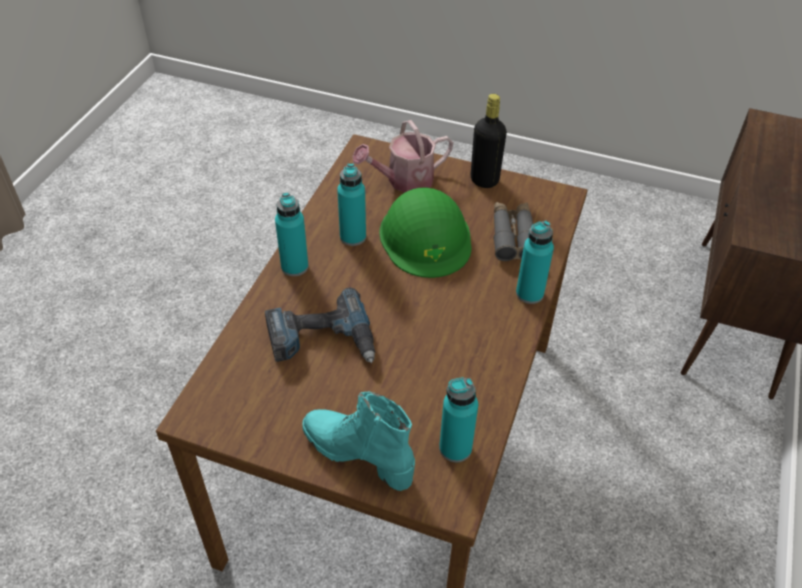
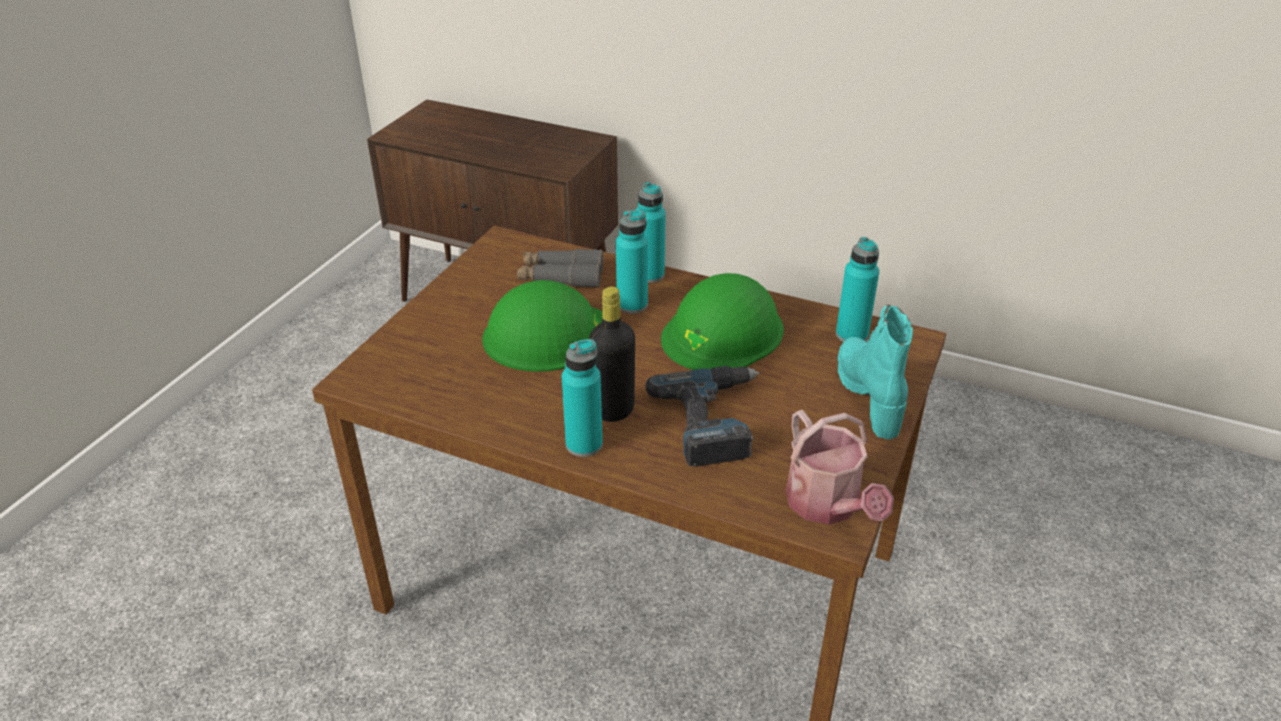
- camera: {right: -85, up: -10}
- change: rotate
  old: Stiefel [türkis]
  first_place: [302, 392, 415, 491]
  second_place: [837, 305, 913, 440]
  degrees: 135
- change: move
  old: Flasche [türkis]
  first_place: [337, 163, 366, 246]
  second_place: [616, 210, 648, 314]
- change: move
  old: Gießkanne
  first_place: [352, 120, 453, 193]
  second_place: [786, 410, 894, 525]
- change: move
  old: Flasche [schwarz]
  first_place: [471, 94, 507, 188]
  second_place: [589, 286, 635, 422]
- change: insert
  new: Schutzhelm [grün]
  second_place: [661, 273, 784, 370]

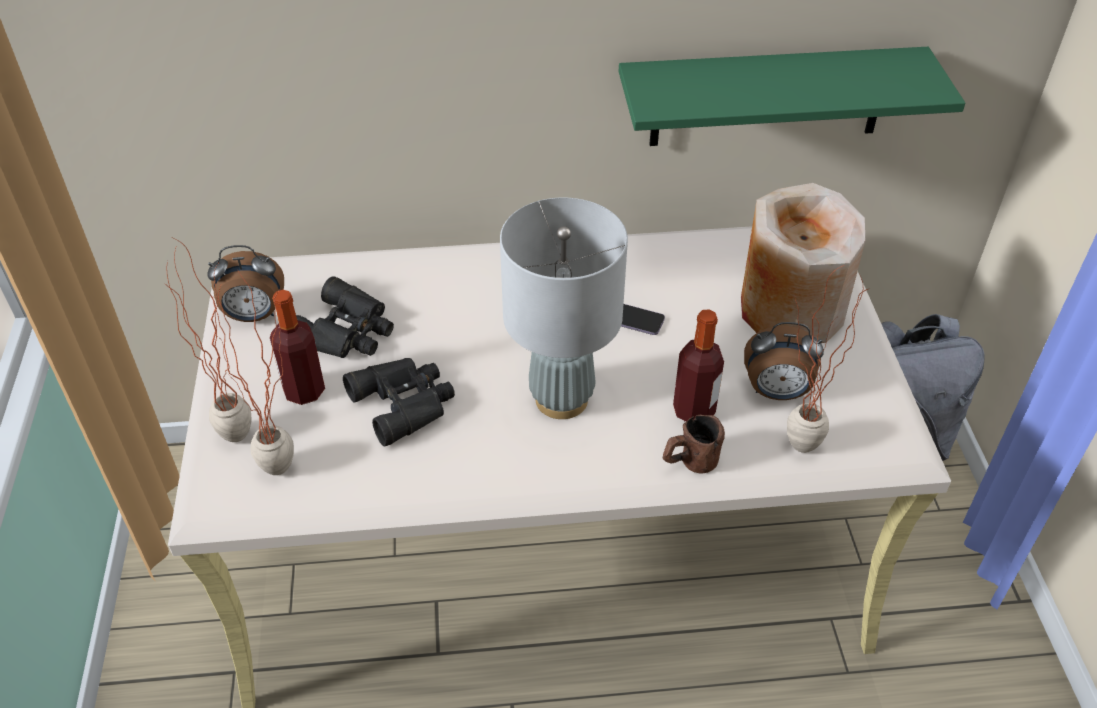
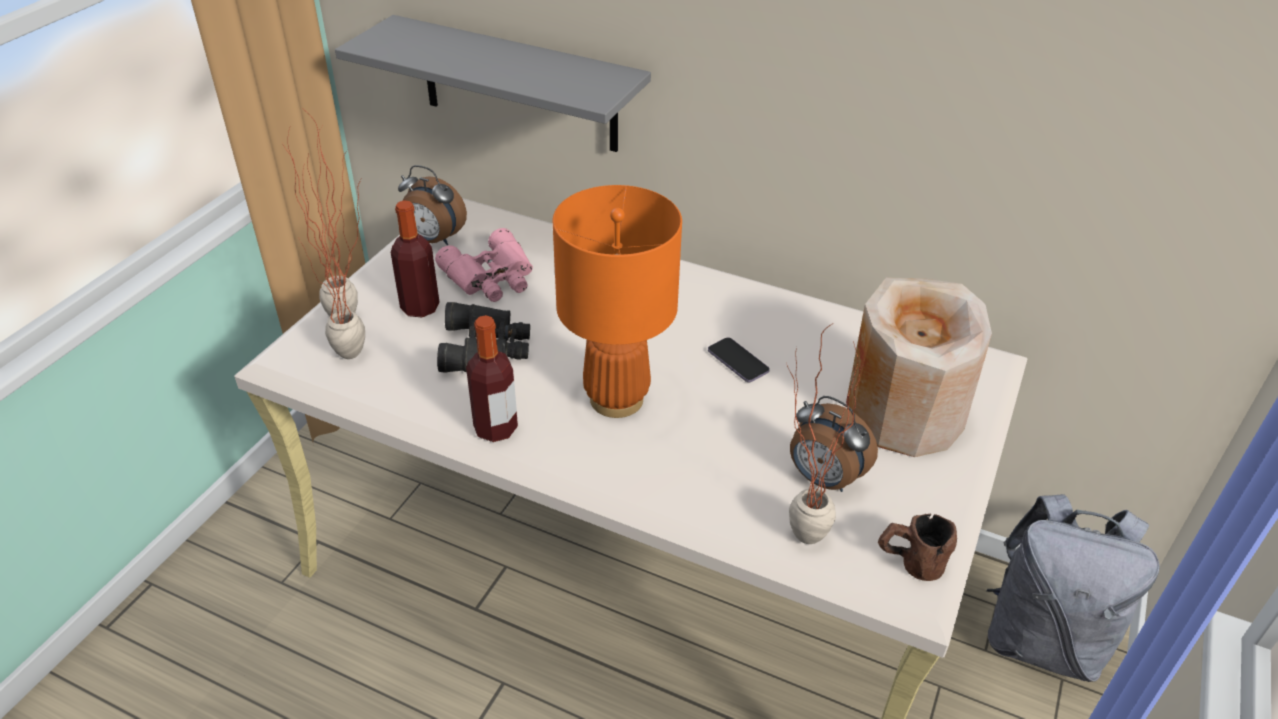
- camera: {right: 30, up: -5}
- change: recolor
  old: Fernglas [schwarz]
  new: Fernglas [rosa]
  first_place: [296, 276, 394, 358]
  second_place: [435, 228, 533, 302]
- change: recolor
  old: Tischlampe [grau]
  new: Tischlampe [orange]
  first_place: [500, 197, 628, 419]
  second_place: [553, 185, 682, 418]
- change: delete
  old: Wandregal [grün]
  first_place: [619, 47, 965, 146]
- change: move
  old: Henkelbecher [braun]
  first_place: [663, 415, 725, 474]
  second_place: [878, 514, 957, 581]
- change: move
  old: Flasche
  first_place: [673, 309, 724, 422]
  second_place: [466, 315, 518, 442]
- change: insert
  new: Wandregal [grau]
  second_place: [335, 15, 651, 152]

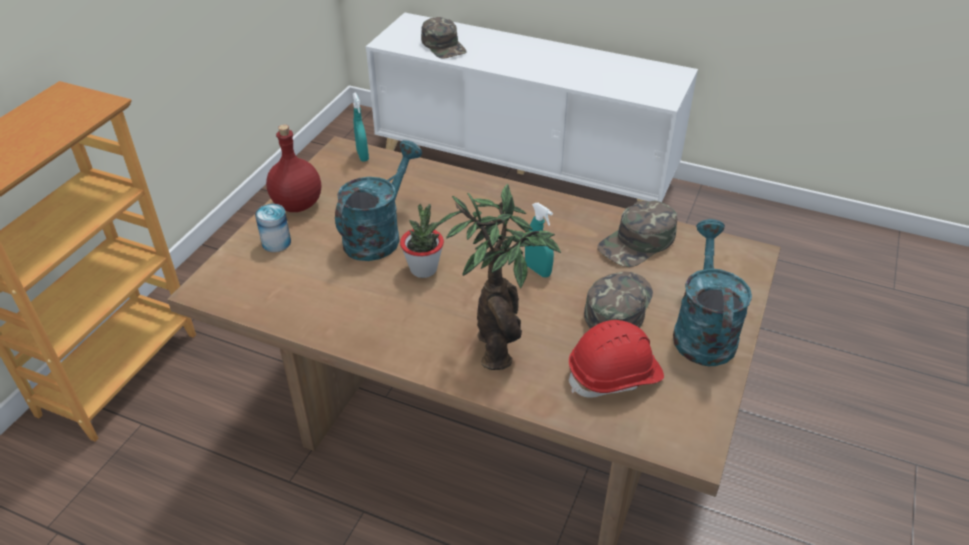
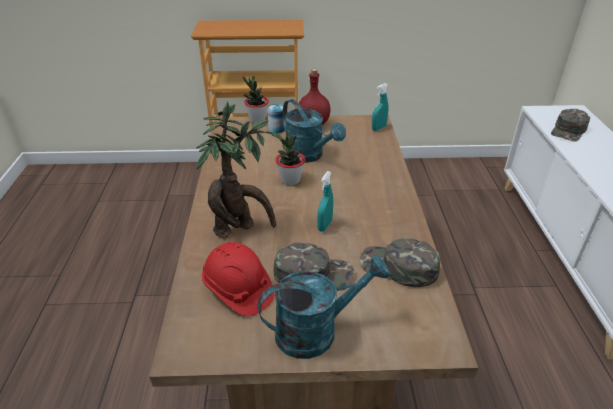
- camera: {right: 65, up: -5}
- change: rotate
  old: Gießkanne [türkis]
  first_place: [335, 140, 422, 261]
  second_place: [283, 99, 346, 163]
  degrees: 45
- change: insert
  new: Topfpflanze
  second_place: [243, 76, 269, 123]

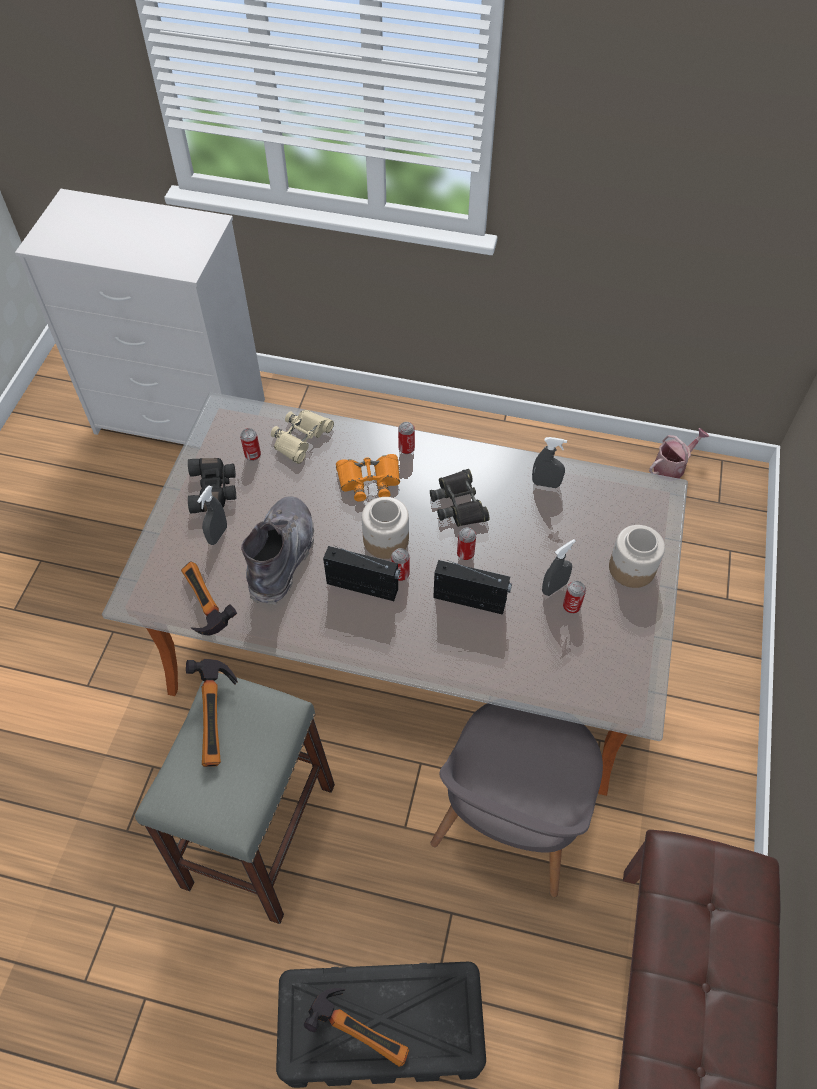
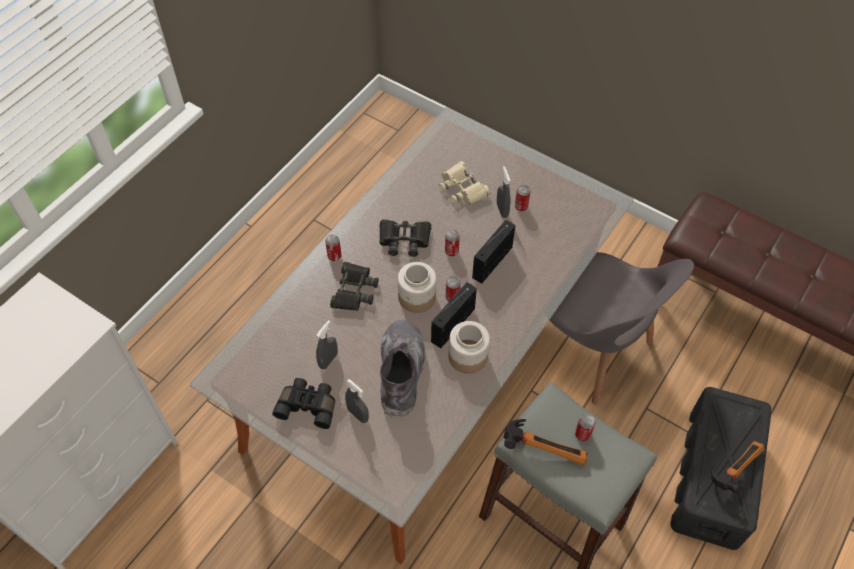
- camera: {right: -70, up: 0}
- change: delete
  old: Hammer
  first_place: [181, 561, 237, 636]
- change: move
  old: Dose
  first_place: [240, 428, 261, 461]
  second_place: [575, 414, 596, 441]
- change: rotate
  old: Stiefel [grau]
  first_place: [241, 496, 314, 605]
  second_place: [380, 320, 426, 417]
  degrees: 60
- change: move
  old: Fernglas [beige]
  first_place: [271, 410, 334, 464]
  second_place: [438, 161, 491, 205]
- change: recolor
  old: Fernglas [orange]
  new: Fernglas [schwarz]
  first_place: [336, 454, 400, 502]
  second_place: [330, 262, 379, 311]
- change: move
  old: Sprühflasche [grau]
  first_place: [532, 437, 567, 488]
  second_place: [316, 320, 338, 369]
- change: move
  old: Vorratsglas
  first_place: [609, 525, 665, 588]
  second_place: [448, 321, 490, 374]
- change: delete
  old: Gießkanne
  first_place: [649, 428, 709, 479]

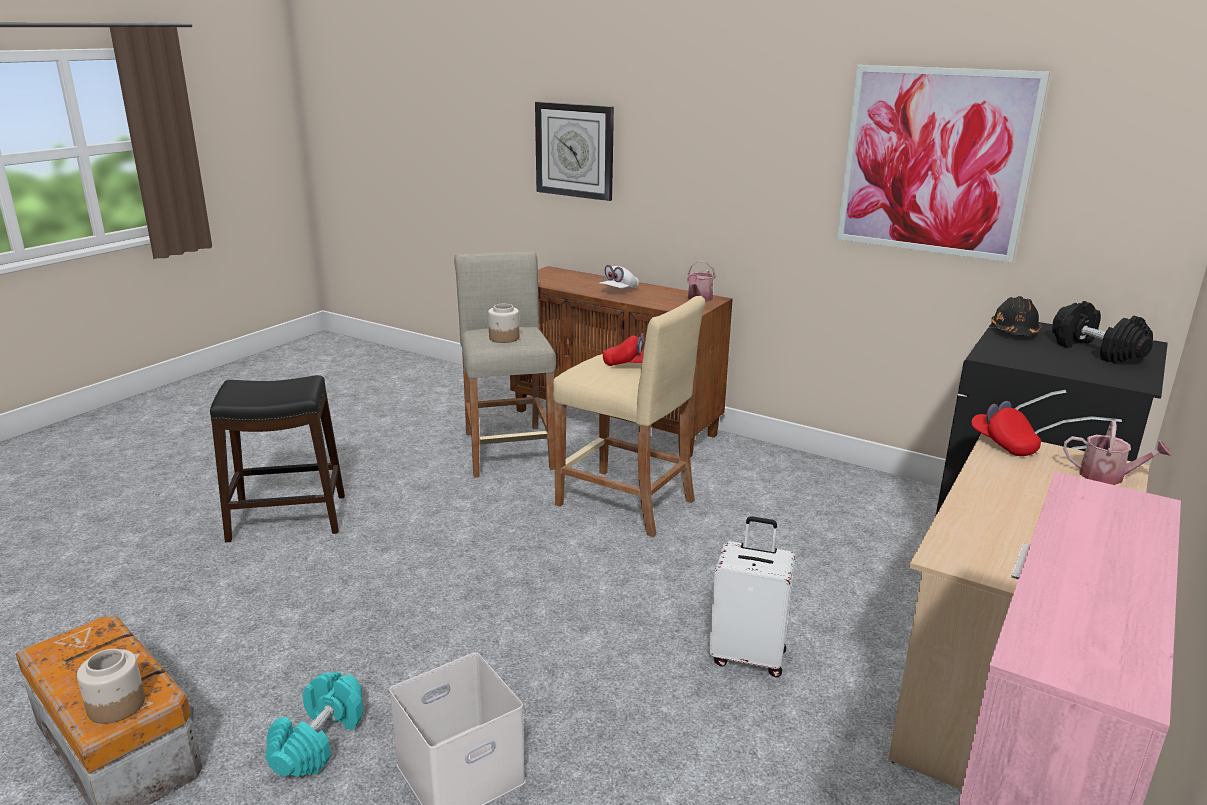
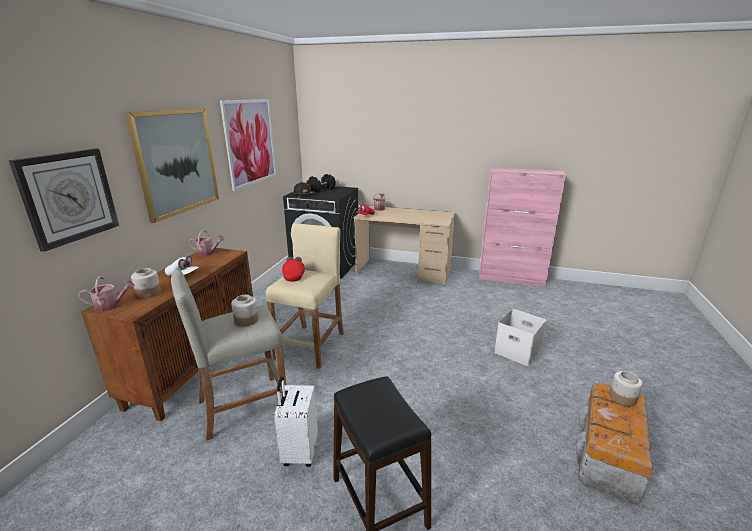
- camera: {right: -105, up: 0}
- change: delete
  old: Hantel [türkis]
  first_place: [265, 671, 364, 777]
- change: move
  old: Koffer [weiß]
  first_place: [709, 516, 795, 678]
  second_place: [274, 376, 318, 467]
- change: insert
  new: Gießkanne
  second_place: [78, 276, 135, 312]
- change: insert
  new: Bild
  second_place: [125, 109, 219, 223]
- change: insert
  new: Vorratsglas
  second_place: [131, 268, 161, 298]

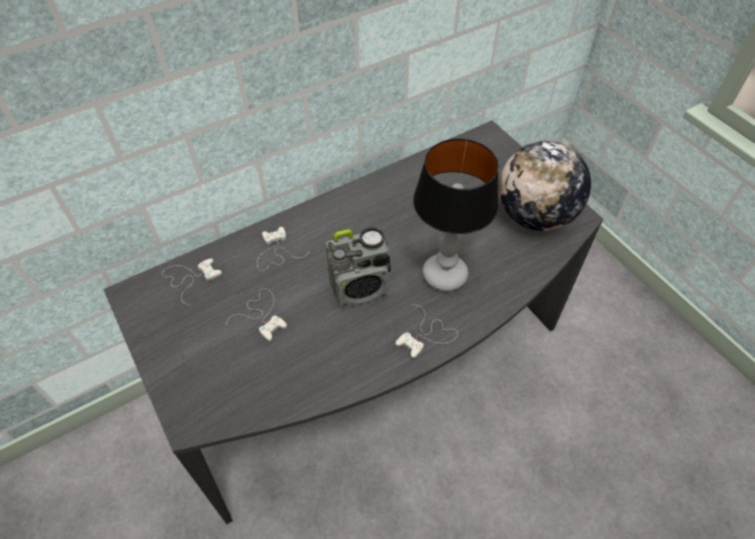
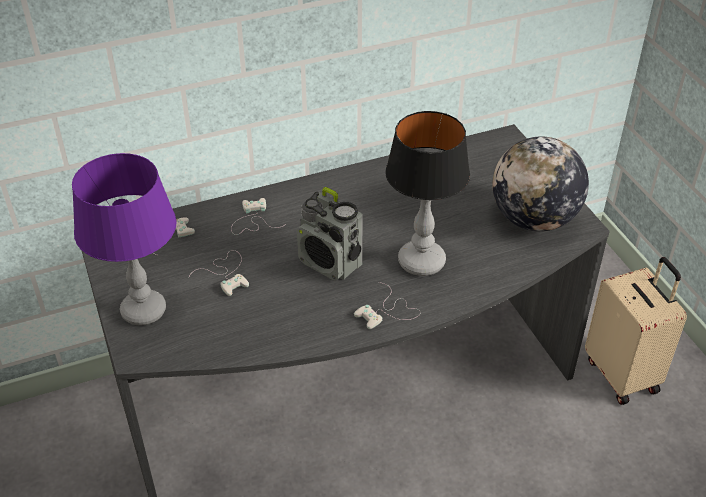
- camera: {right: 10, up: -10}
- change: rotate
  old: Radio
  first_place: [326, 227, 391, 307]
  second_place: [297, 187, 363, 281]
  degrees: 45
- change: insert
  new: Tischlampe [lila]
  second_place: [72, 153, 177, 325]
- change: insert
  new: Koffer [beige]
  second_place: [585, 257, 687, 405]

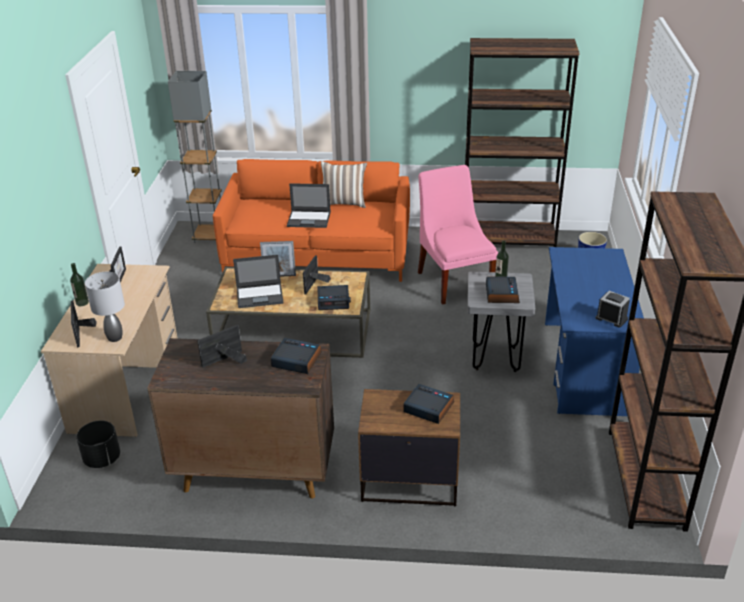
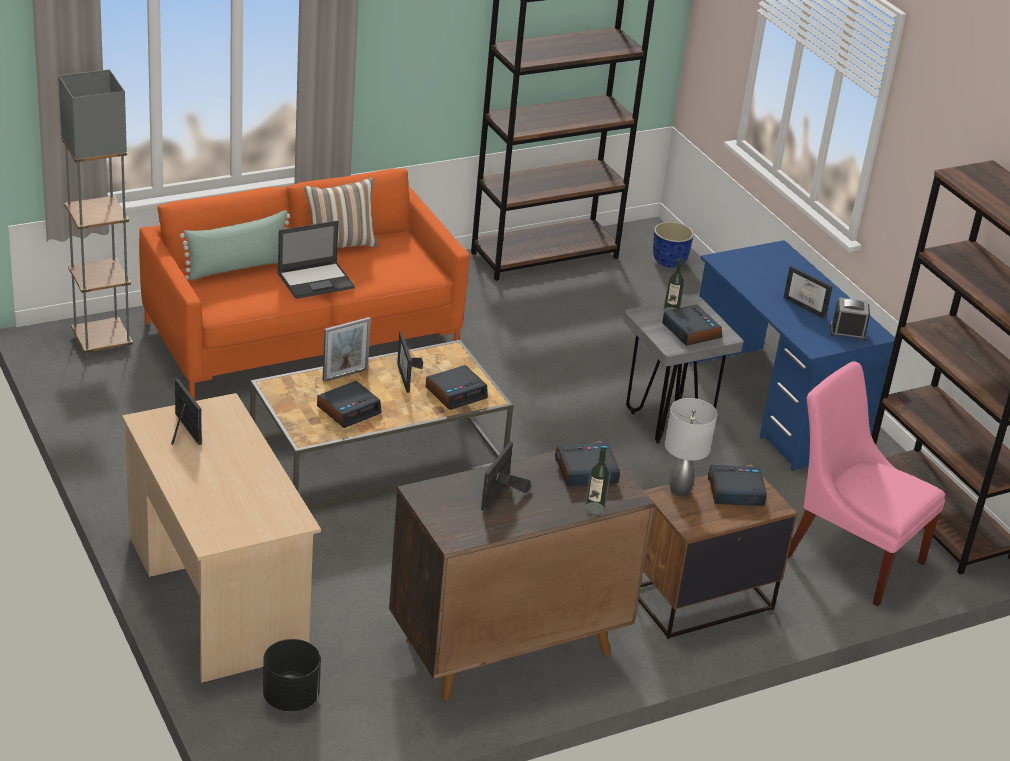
- camera: {right: -35, up: 0}
- change: move
  old: Flasche
  first_place: [70, 263, 89, 306]
  second_place: [585, 447, 610, 514]
- change: move
  old: Bilderrahmen
  first_place: [71, 300, 97, 347]
  second_place: [783, 266, 833, 319]
- change: move
  old: Tischlampe [grau]
  first_place: [85, 272, 125, 342]
  second_place: [665, 398, 717, 496]
- change: replace
  old: Laptop
  new: Wecker
  first_place: [233, 255, 284, 308]
  second_place: [317, 381, 381, 428]
- change: move
  old: Stuhl [rosa]
  first_place: [418, 165, 498, 305]
  second_place: [788, 362, 945, 607]
- change: insert
  new: Kissen [grün]
  second_place: [180, 210, 290, 280]

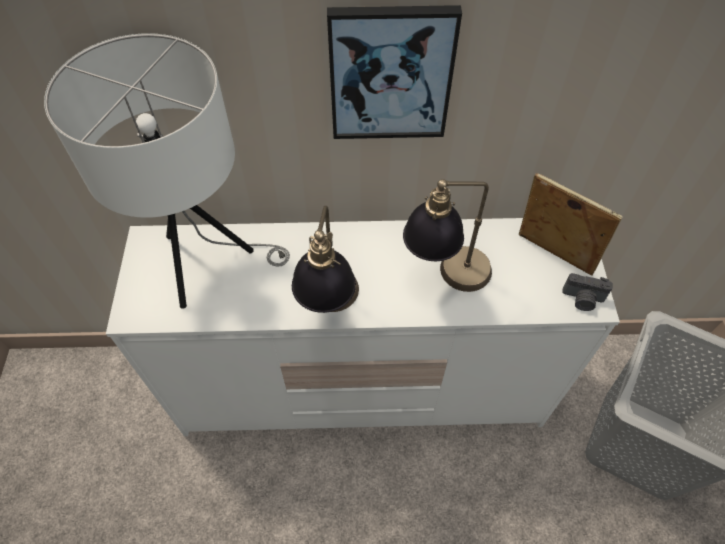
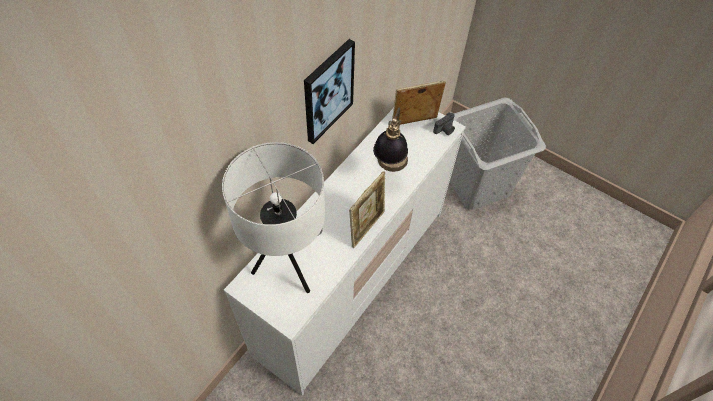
- camera: {right: -55, up: 0}
- change: replace
  old: Tischlampe
  new: Bilderrahmen
  first_place: [292, 206, 359, 313]
  second_place: [349, 171, 385, 248]

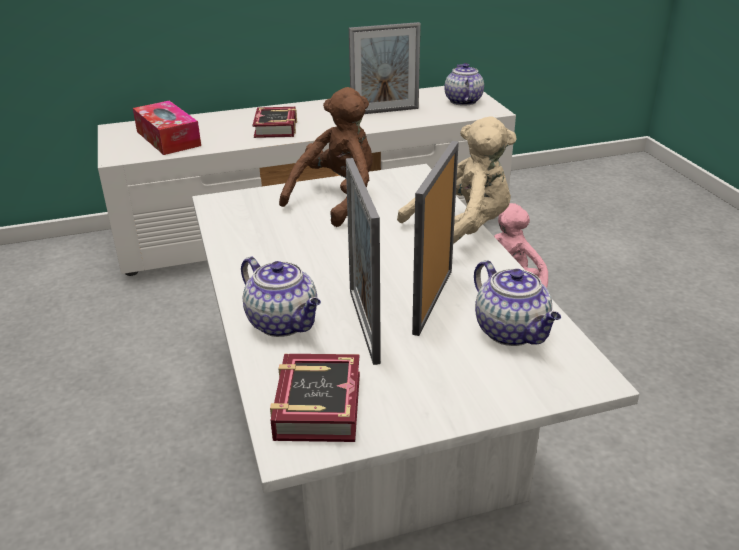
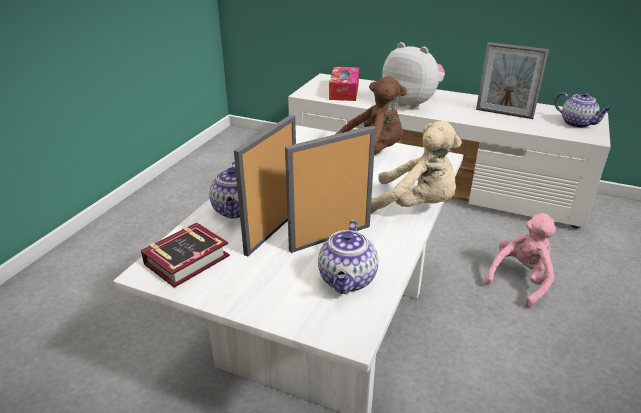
- camera: {right: 40, up: 0}
- change: replace
  old: Buch
  new: Plüschtier
  first_place: [252, 107, 297, 138]
  second_place: [382, 42, 445, 110]
- change: rotate
  old: Teekanne
  first_place: [444, 63, 484, 106]
  second_place: [555, 92, 612, 128]
  degrees: 105

